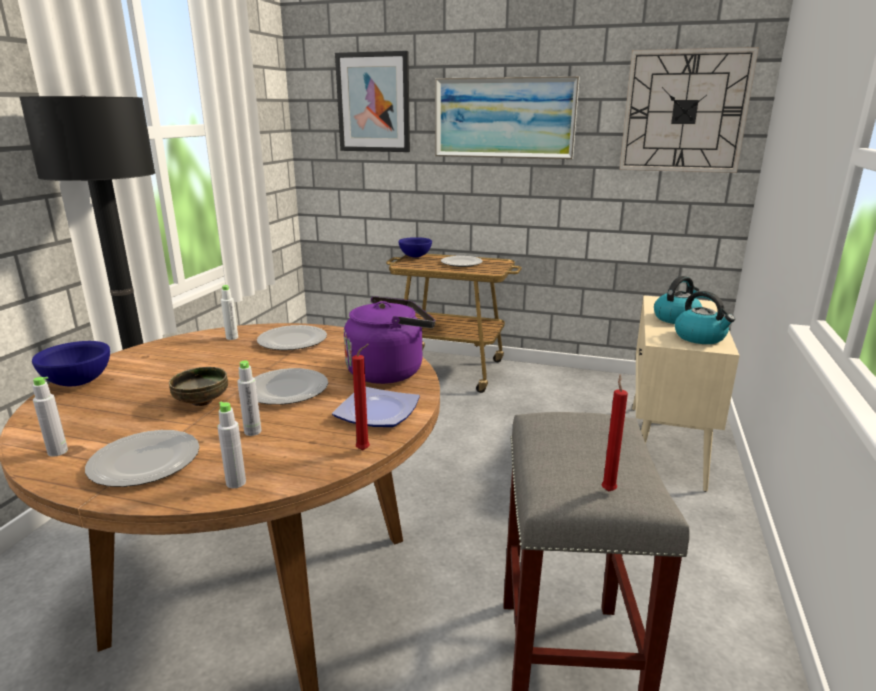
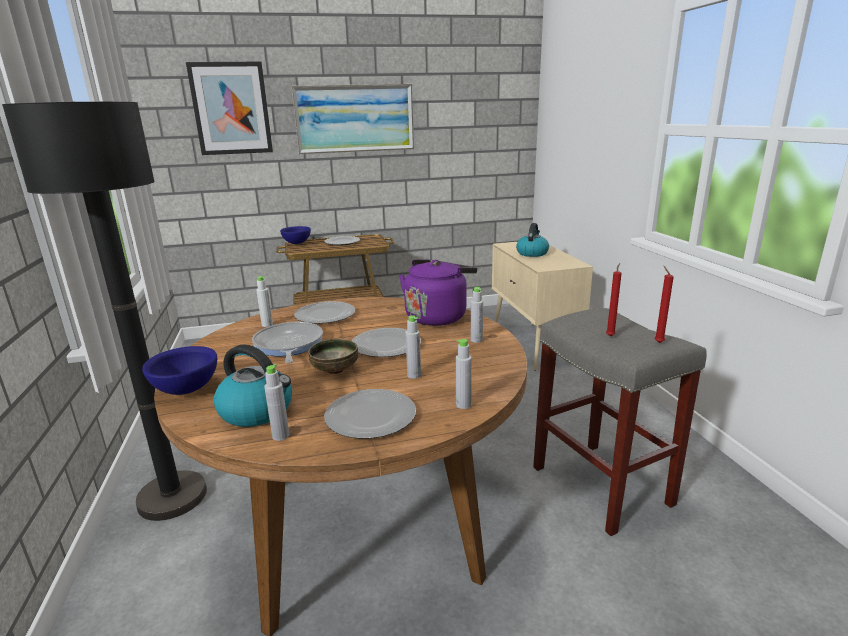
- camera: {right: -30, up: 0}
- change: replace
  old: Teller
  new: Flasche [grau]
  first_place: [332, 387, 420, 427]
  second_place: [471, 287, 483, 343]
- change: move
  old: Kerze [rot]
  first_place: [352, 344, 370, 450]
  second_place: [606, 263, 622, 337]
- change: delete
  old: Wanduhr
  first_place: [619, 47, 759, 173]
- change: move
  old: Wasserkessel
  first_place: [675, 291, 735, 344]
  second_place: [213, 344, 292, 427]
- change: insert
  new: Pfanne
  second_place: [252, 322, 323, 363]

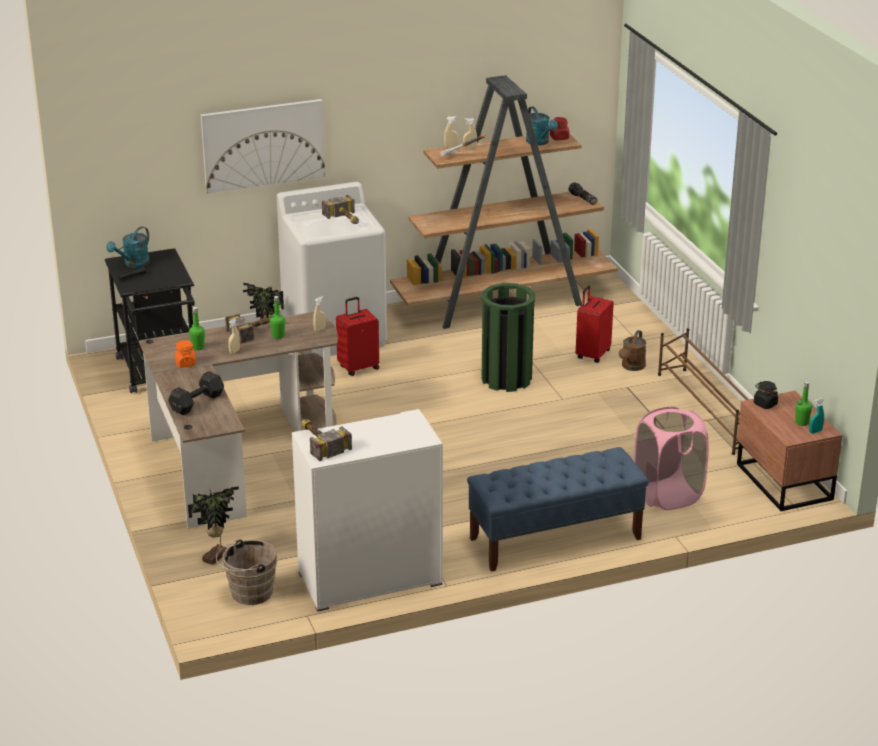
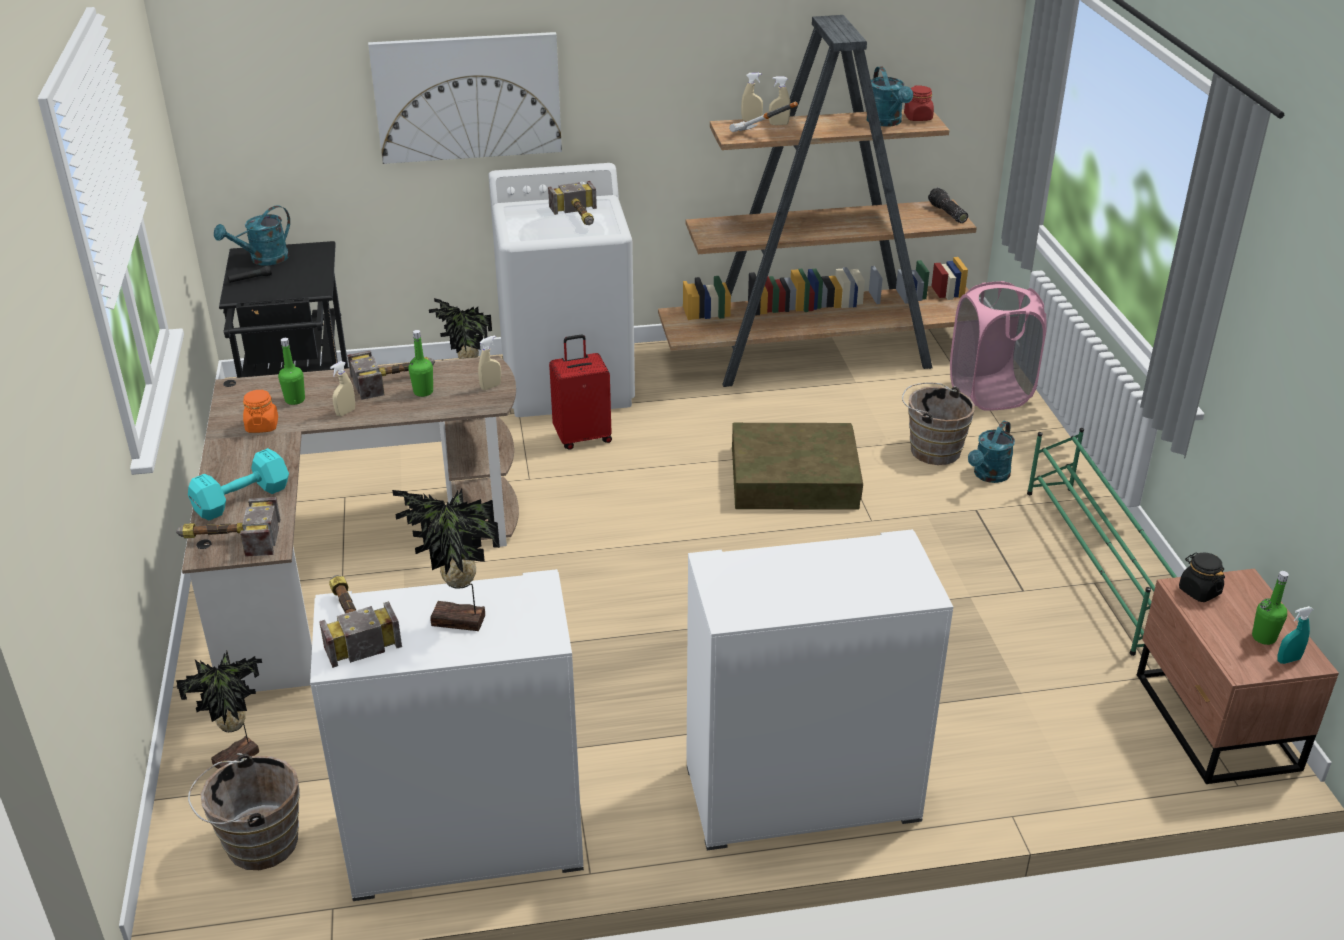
- camera: {right: 10, up: 5}
- change: recolor
  old: Hantel [schwarz]
  new: Hantel [türkis]
  first_place: [168, 371, 224, 415]
  second_place: [188, 448, 289, 521]
- change: replace
  old: Bank [blau]
  new: Schrank [weiß]
  first_place: [467, 447, 649, 572]
  second_place: [686, 529, 953, 850]
- change: replace
  old: Mülleimer [grün]
  new: Aufbewahrungsbox [braun]
  first_place: [482, 283, 535, 392]
  second_place: [732, 423, 863, 510]
- change: replace
  old: Koffer [rot]
  new: Eimer [braun]
  first_place: [576, 286, 614, 363]
  second_place: [902, 383, 975, 465]
- change: recolor
  old: Gießkanne [braun]
  new: Gießkanne [türkis]
  first_place: [619, 330, 646, 371]
  second_place: [968, 421, 1015, 483]
- change: move
  old: Wäschekorb [rosa]
  first_place: [634, 406, 709, 510]
  second_place: [950, 281, 1047, 411]
- change: recolor
  old: Schuhregal [braun]
  new: Schuhregal [grün]
  first_place: [658, 328, 749, 455]
  second_place: [1027, 428, 1177, 656]
- change: insert
  new: Hammer
  second_place: [176, 497, 281, 557]
- change: insert
  new: Topfpflanze
  second_place: [392, 489, 500, 631]

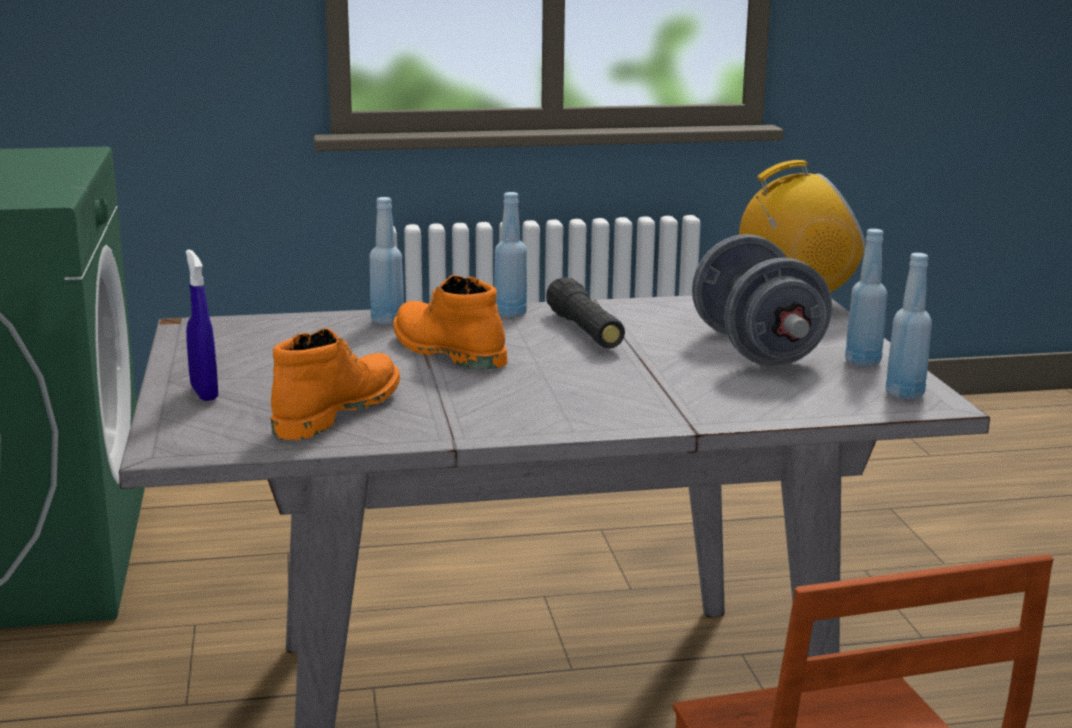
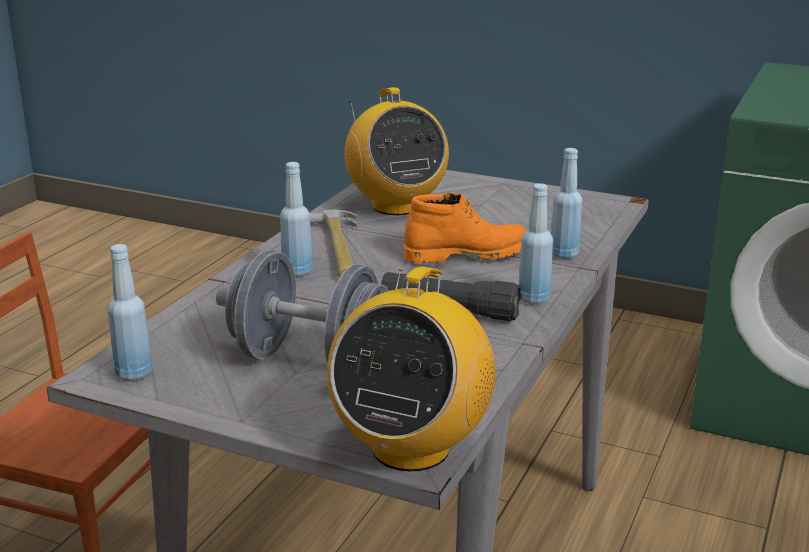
- camera: {right: 125, up: 5}
- change: delete
  old: Sprühflasche [blau]
  first_place: [186, 249, 218, 401]
- change: replace
  old: Stiefel [orange]
  new: Radio
  first_place: [271, 328, 400, 440]
  second_place: [344, 87, 449, 215]
- change: move
  old: Flasche [blau]
  first_place: [845, 229, 888, 367]
  second_place: [280, 162, 313, 277]
- change: insert
  new: Hammer
  second_place: [309, 210, 357, 277]

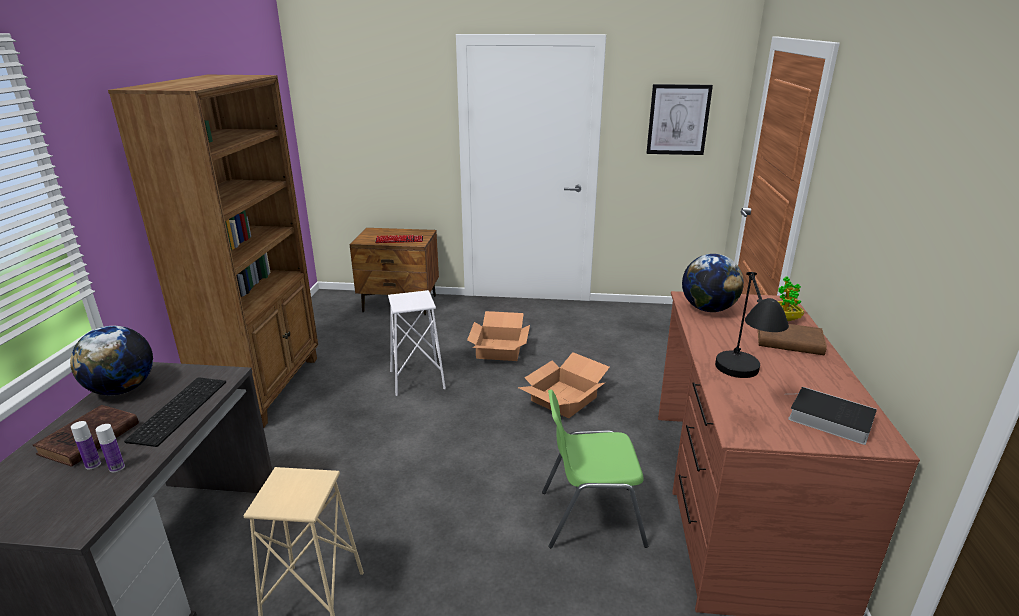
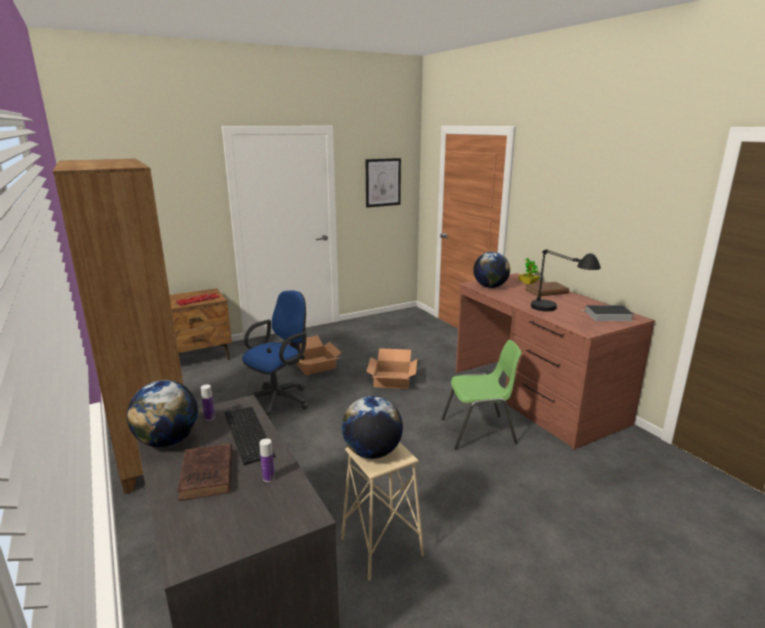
- camera: {right: -35, up: -5}
- change: move
  old: Flasche
  first_place: [71, 421, 101, 469]
  second_place: [201, 384, 215, 421]
- change: replace
  old: Hocker [weiß]
  new: Bürostuhl [blau]
  first_place: [388, 290, 446, 396]
  second_place: [242, 290, 308, 420]
- change: rotate
  old: Stuhl [grün]
  first_place: [542, 390, 648, 548]
  second_place: [442, 340, 522, 450]
  degrees: -150
- change: insert
  new: Globus
  second_place: [342, 396, 403, 459]

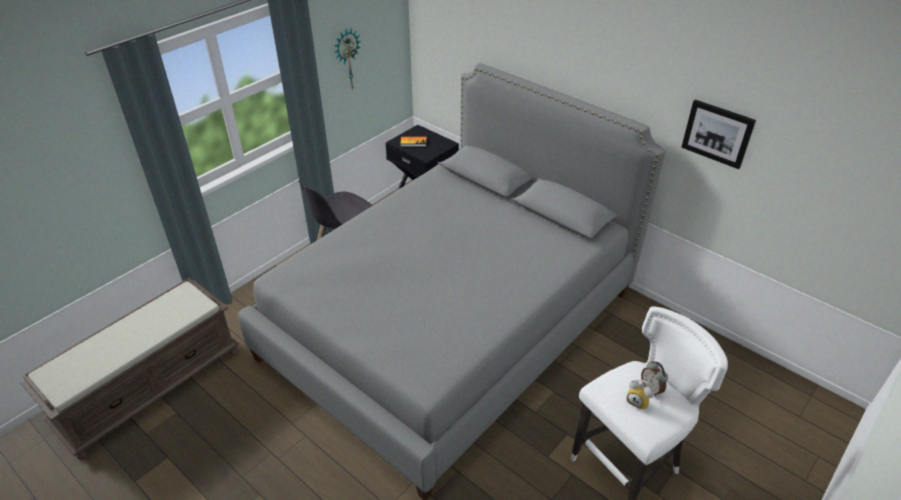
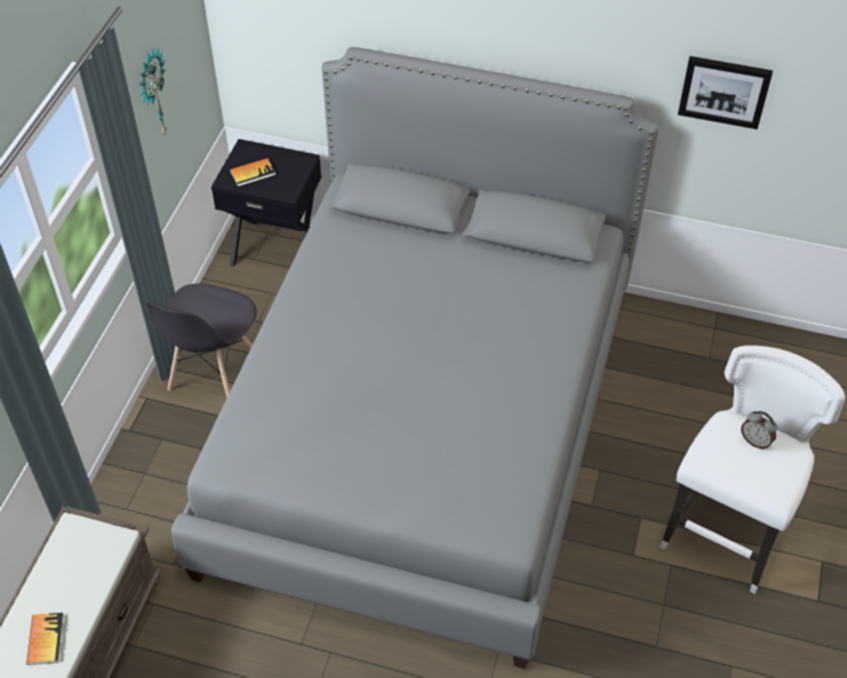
- camera: {right: -25, up: 10}
- change: delete
  old: Wecker
  first_place: [626, 380, 655, 409]
- change: insert
  new: Buch
  second_place: [26, 612, 64, 665]

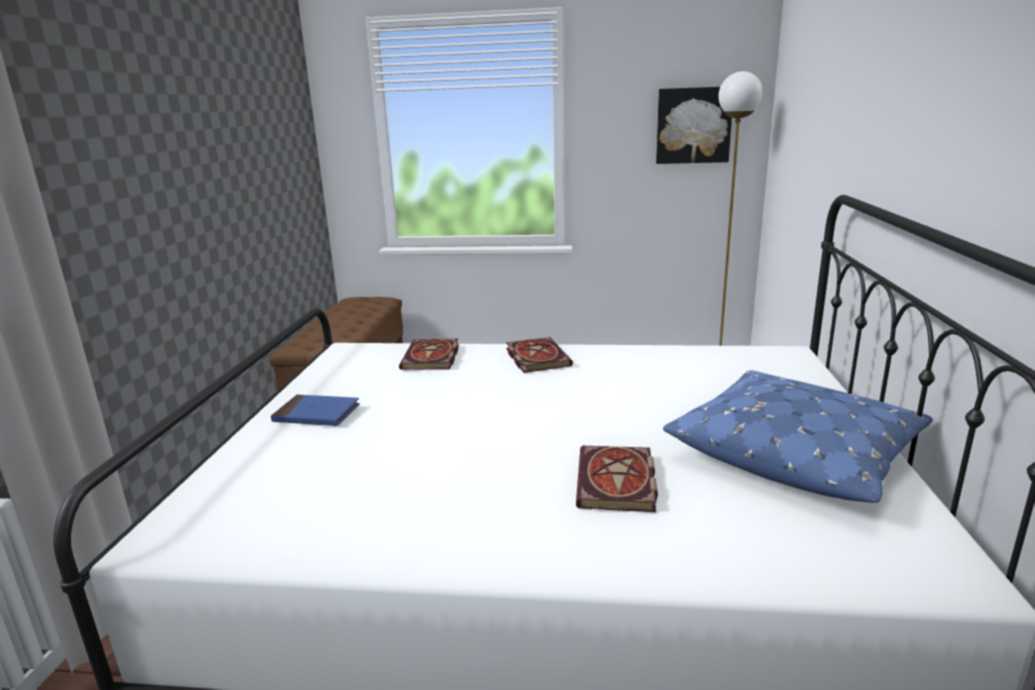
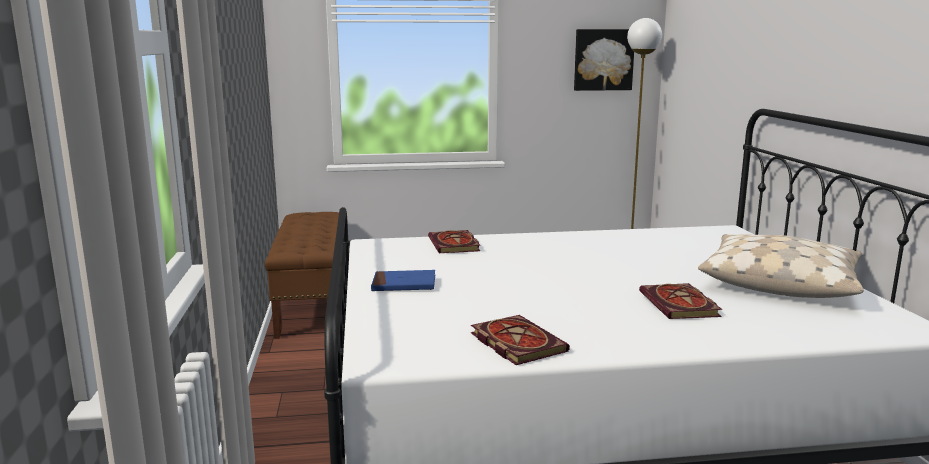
- camera: {right: -15, up: -5}
- change: move
  old: Buch
  first_place: [506, 337, 573, 373]
  second_place: [471, 315, 570, 365]
- change: recolor
  old: Kissen [blau]
  new: Kissen [beige]
  first_place: [663, 370, 933, 503]
  second_place: [698, 234, 864, 298]

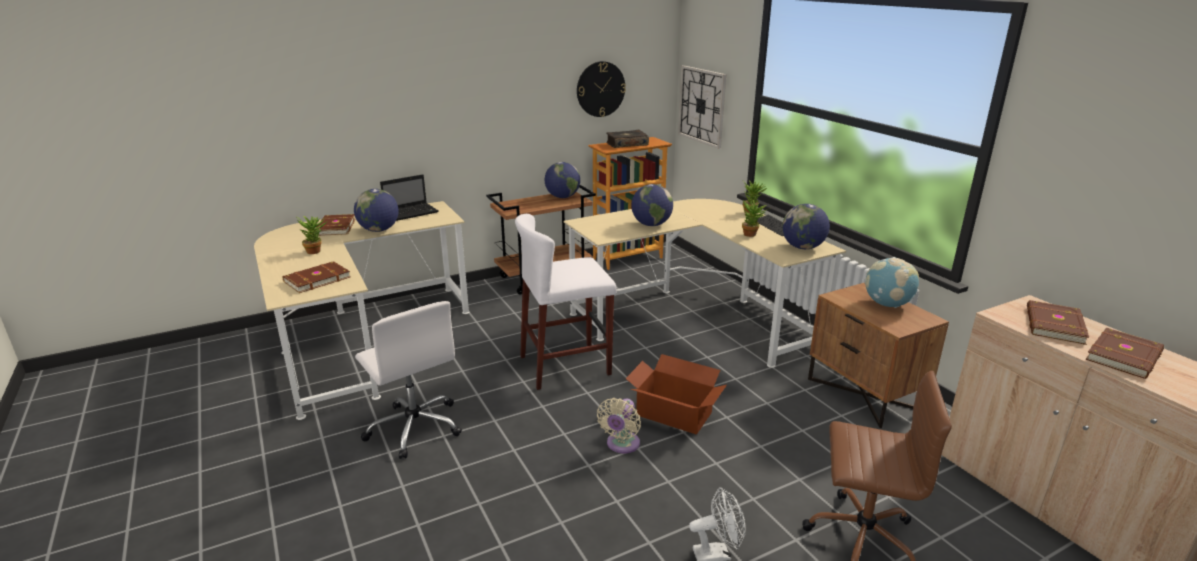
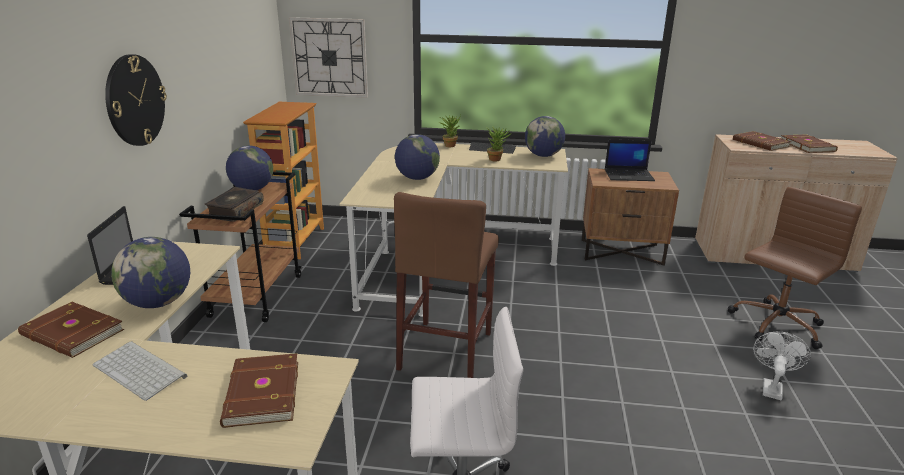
- camera: {right: -55, up: 0}
- change: replace
  old: Topfpflanze
  new: Tastatur
  first_place: [296, 216, 326, 254]
  second_place: [92, 341, 187, 401]
- change: recolor
  old: Hocker [weiß]
  new: Hocker [braun]
  first_place: [515, 214, 617, 390]
  second_place: [394, 192, 499, 378]
- change: move
  old: Wanduhr
  first_place: [577, 61, 626, 117]
  second_place: [105, 54, 167, 146]
- change: delete
  old: Ventilator [beige]
  first_place: [597, 398, 641, 454]
- change: move
  old: Buch
  first_place: [606, 130, 649, 148]
  second_place: [204, 187, 264, 222]
- change: delete
  old: Karton
  first_place: [626, 354, 727, 434]
- change: replace
  old: Globus
  new: Laptop
  first_place: [864, 257, 919, 308]
  second_place: [605, 140, 655, 181]

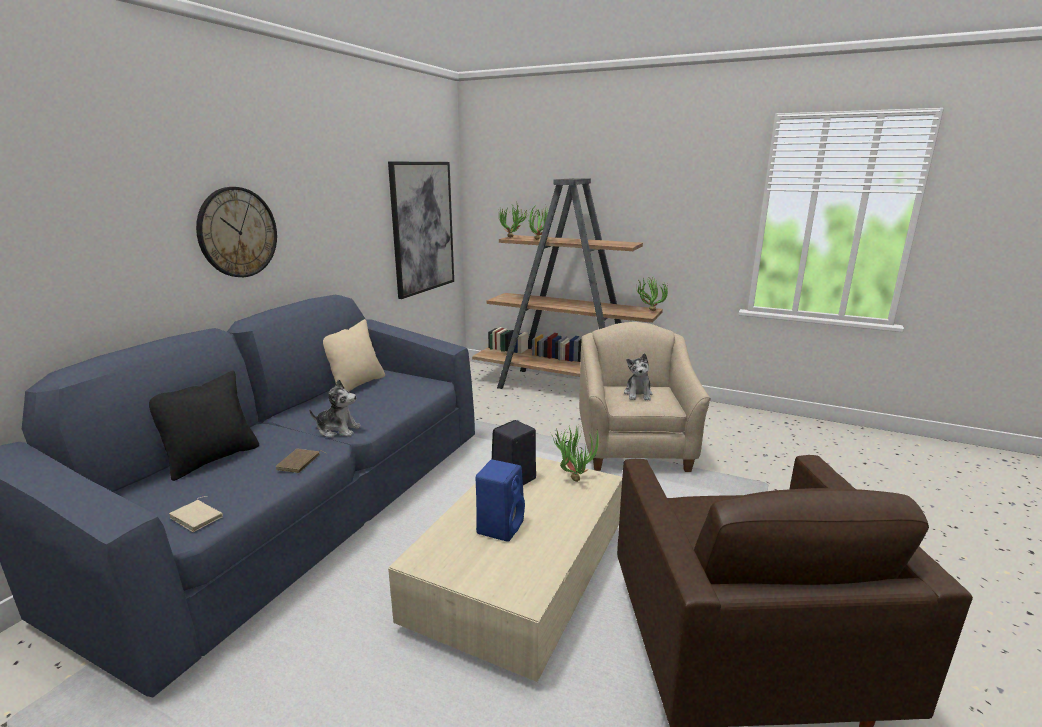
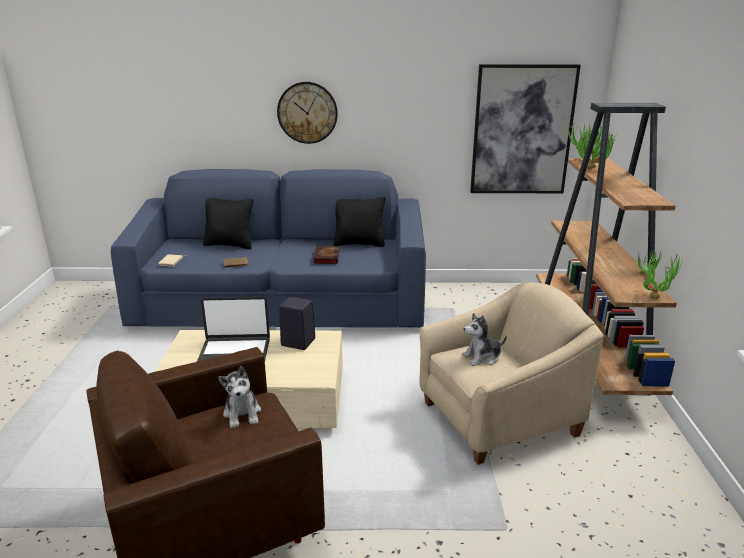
- camera: {right: 65, up: 5}
- change: move
  old: Plüschtier
  first_place: [309, 379, 361, 438]
  second_place: [218, 366, 261, 428]
- change: recolor
  old: Kissen [beige]
  new: Kissen [schwarz]
  first_place: [323, 319, 385, 392]
  second_place: [333, 197, 386, 247]
- change: replace
  old: Lautsprecher [blau]
  new: Laptop
  first_place: [476, 460, 525, 542]
  second_place: [197, 297, 270, 362]
- change: delete
  old: Topfpflanze
  first_place: [551, 426, 599, 482]
- change: insert
  new: Buch
  second_place: [313, 246, 340, 264]

